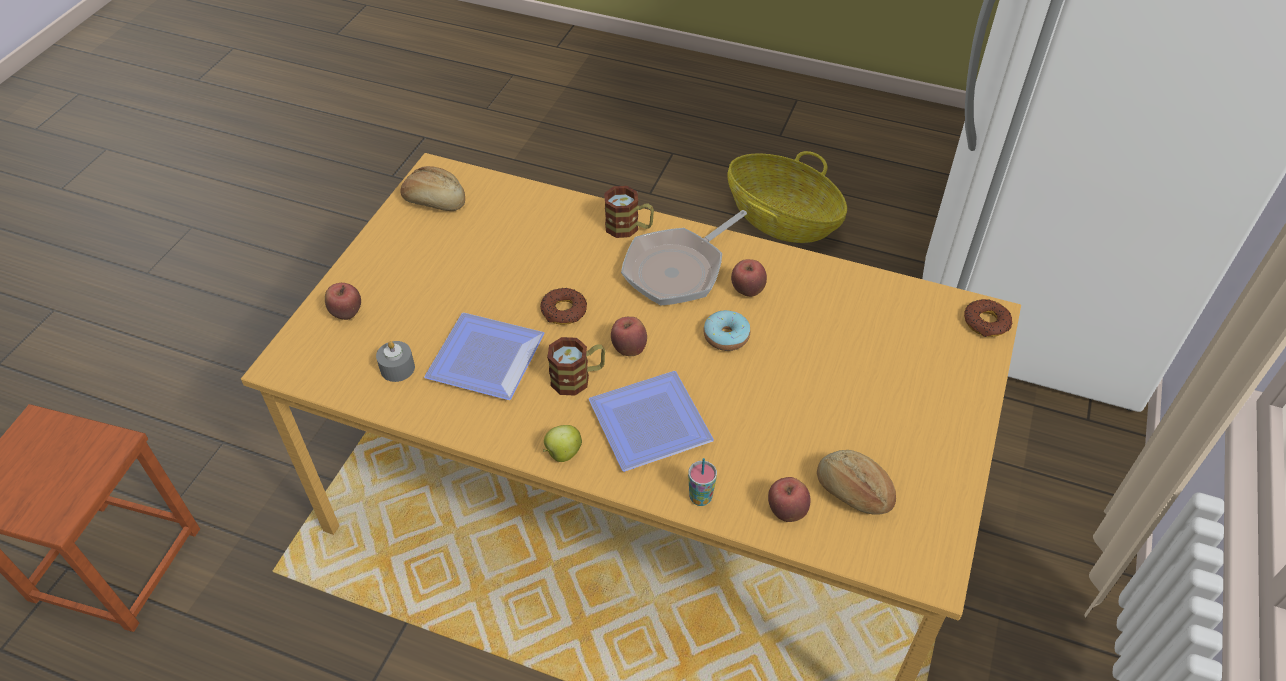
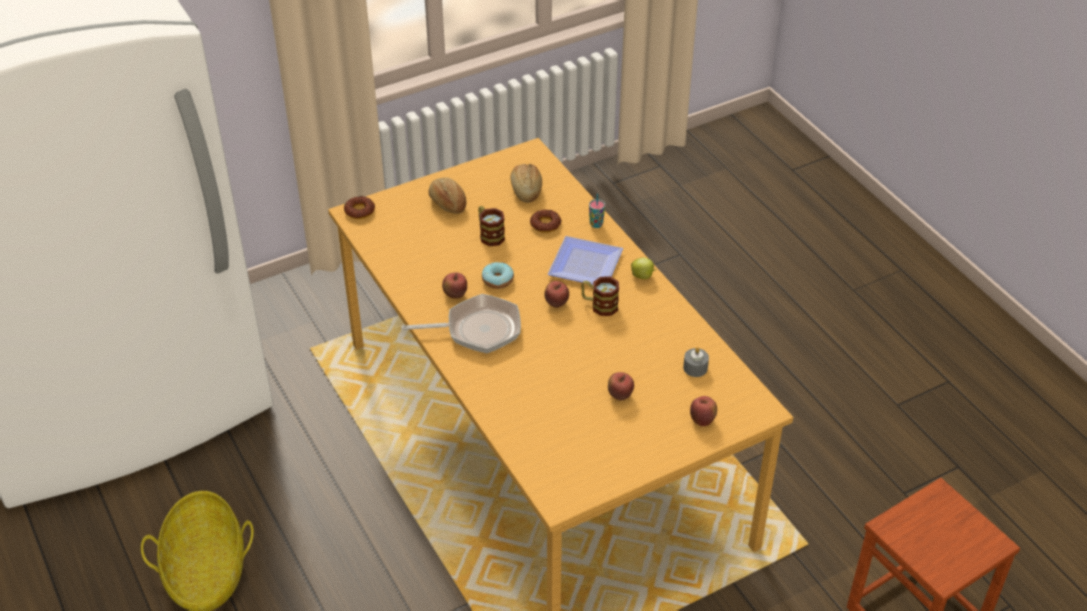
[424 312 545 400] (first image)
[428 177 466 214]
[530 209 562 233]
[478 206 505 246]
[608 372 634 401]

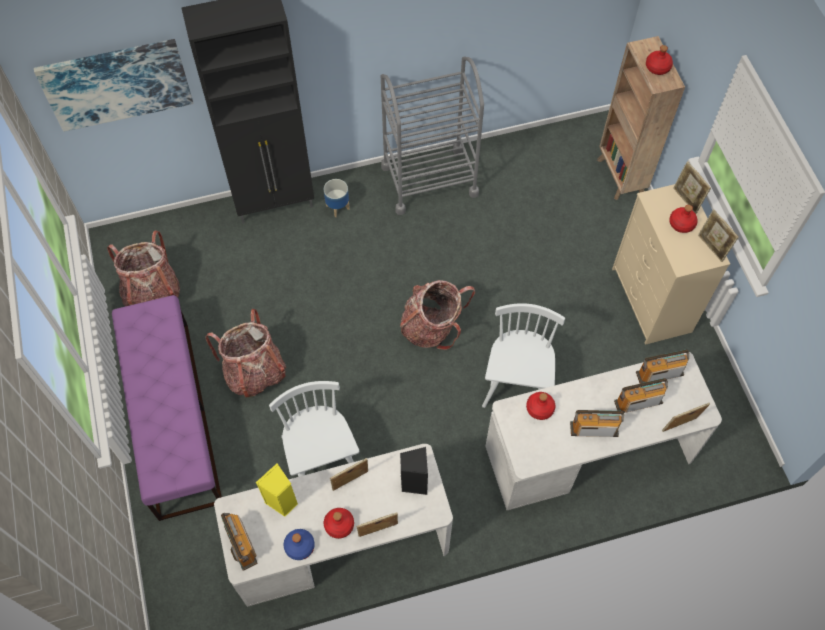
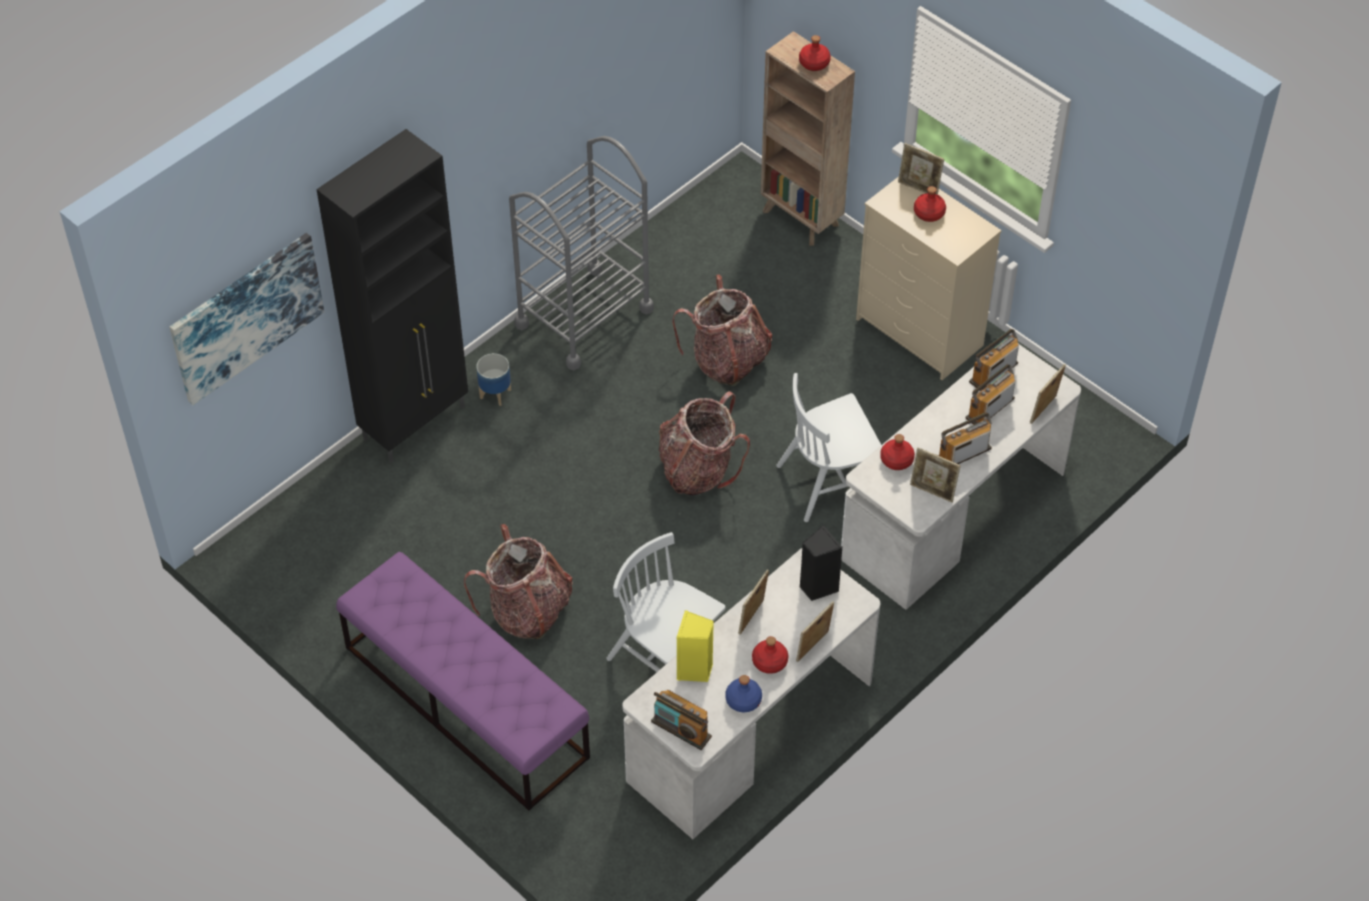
[672 274 772 386]
[910 447 961 502]
[776 373 881 522]

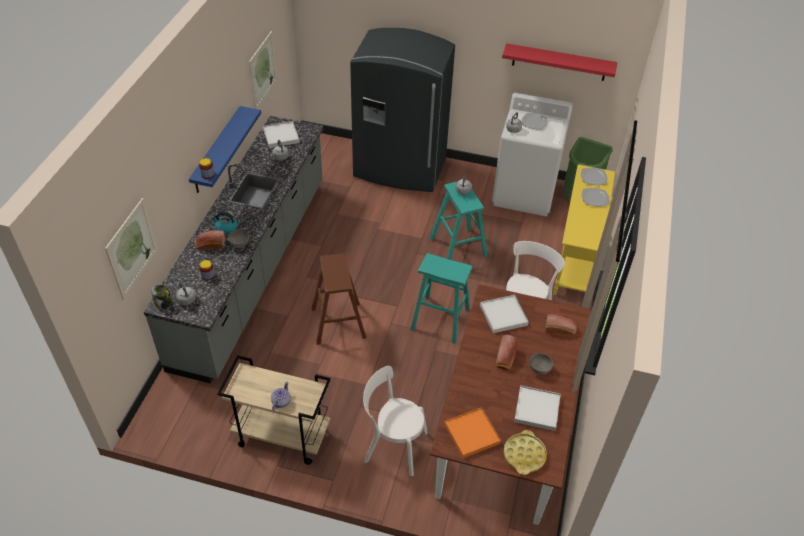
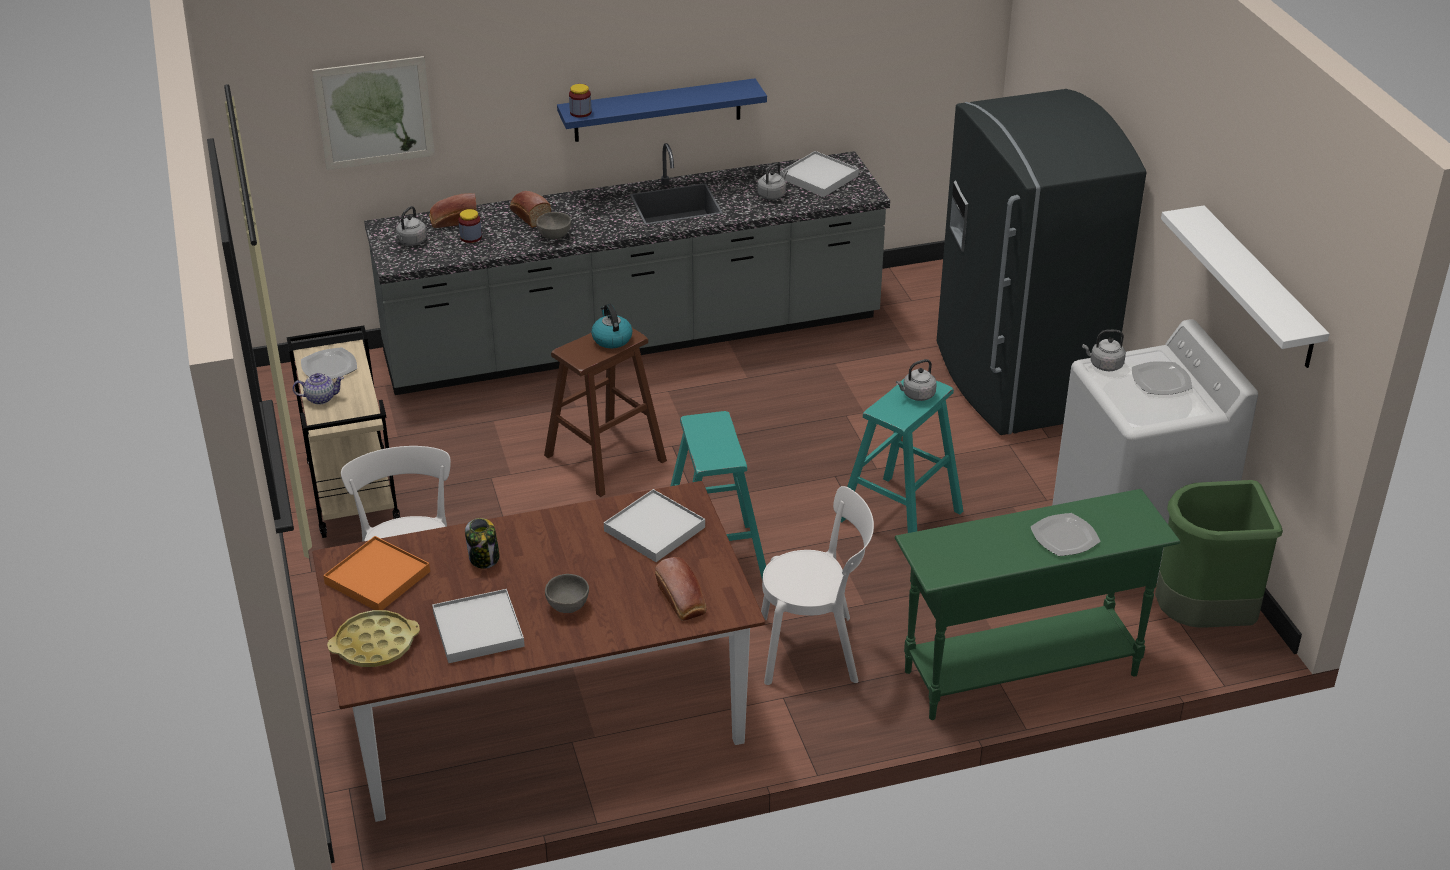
[249 31 277 109] (first image)
[465 518 499 569]
[591 304 633 348]
[429 193 477 228]
[301 347 357 379]
[1161 205 1330 368]
[895 489 1180 720]

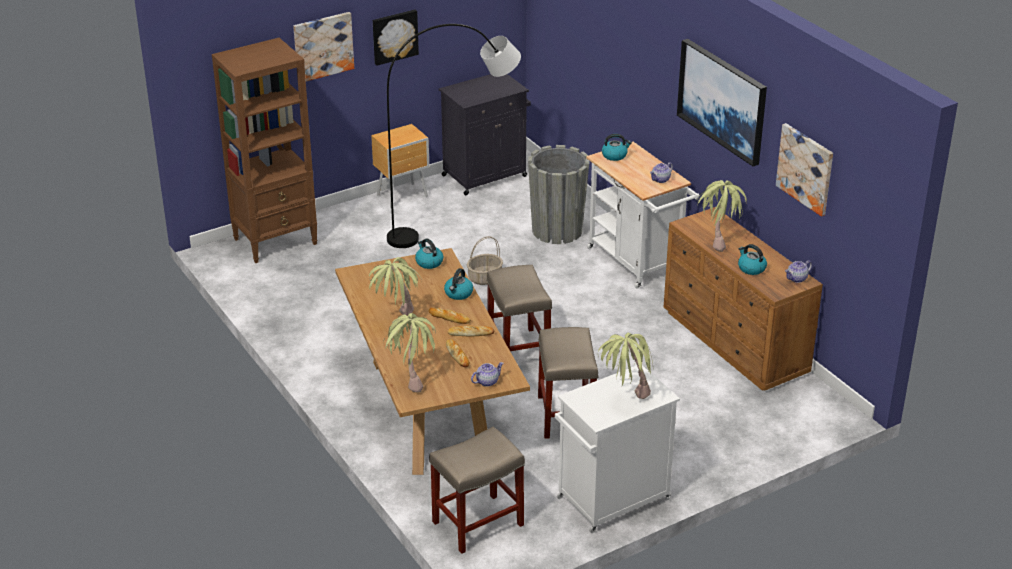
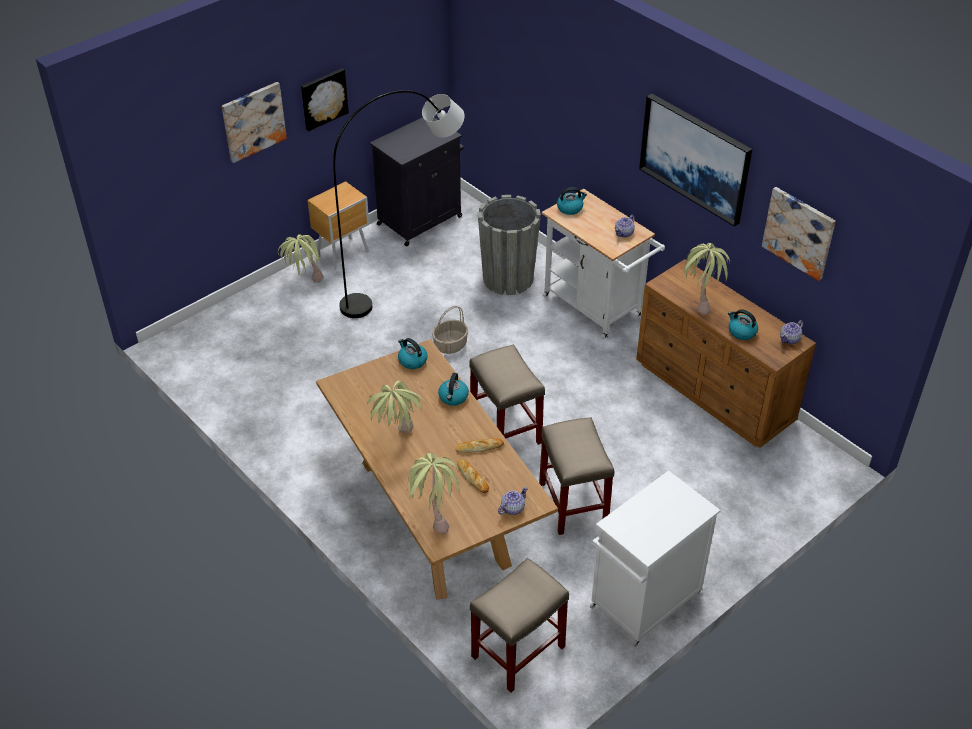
[212 38 318 263] (first image)
[429 308 471 324] (first image)
[278 234 324 283]

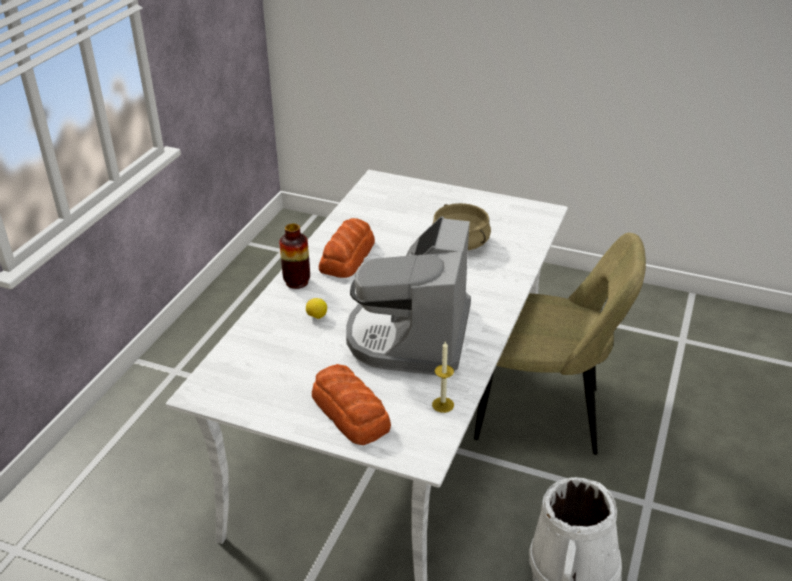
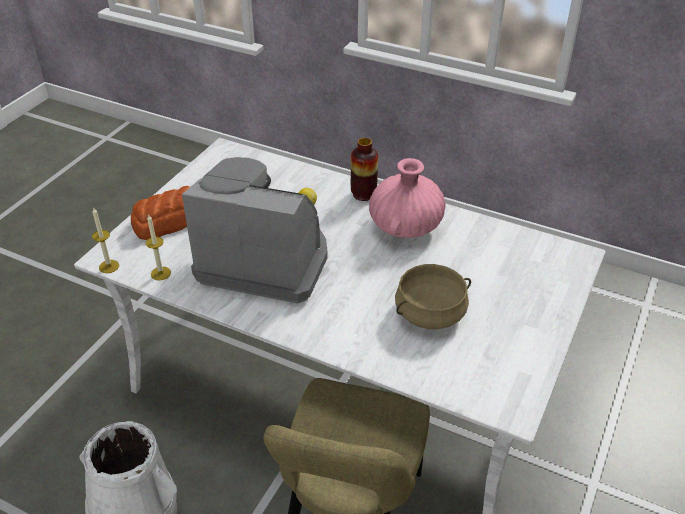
[92 207 119 273]
[369 158 445 238]

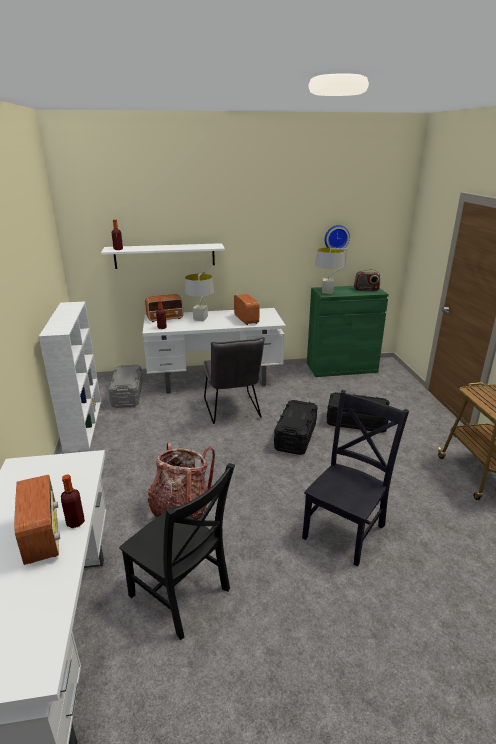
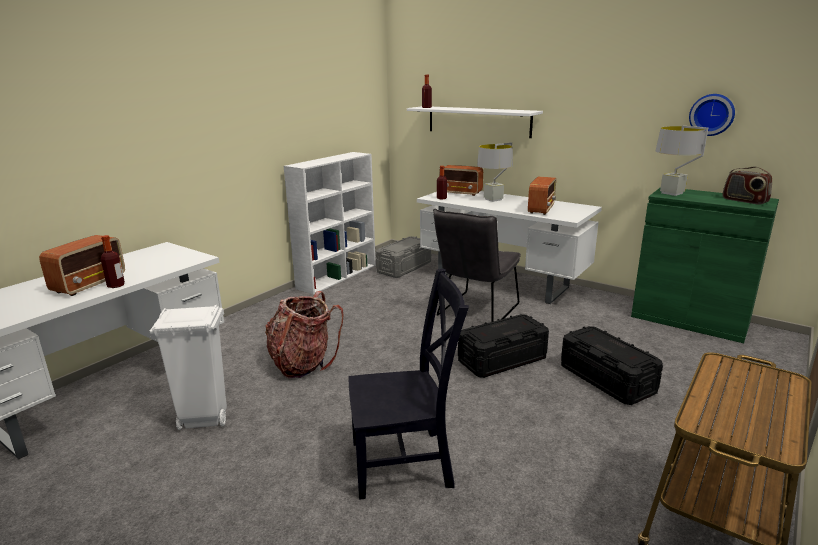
[150 305 227 430]

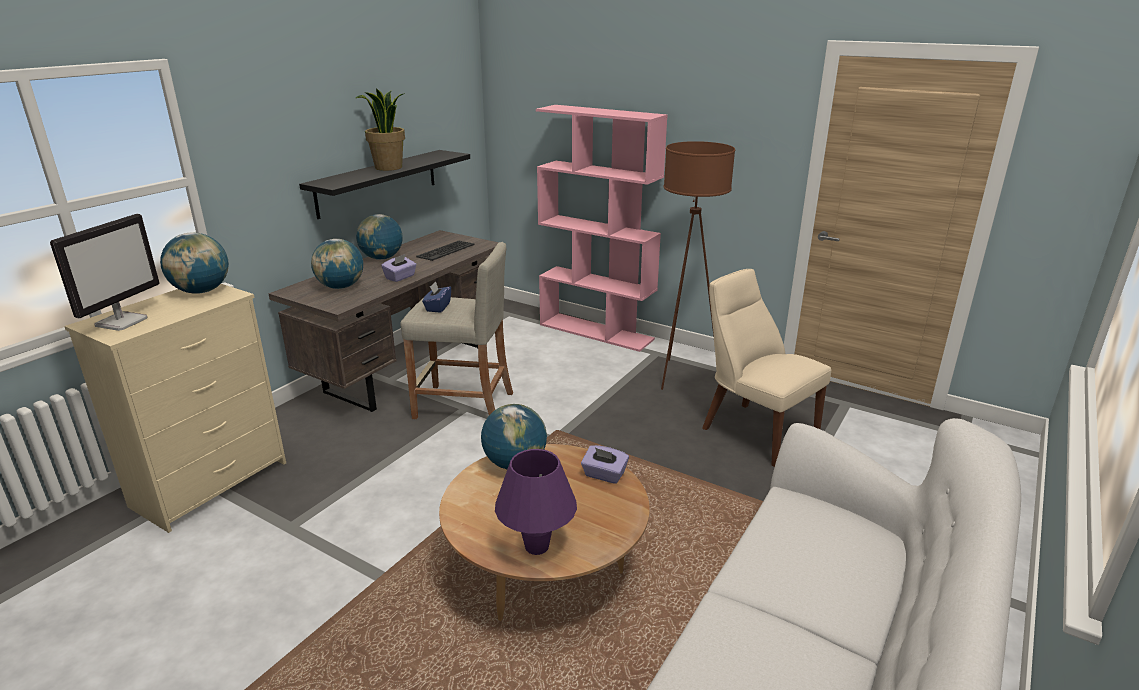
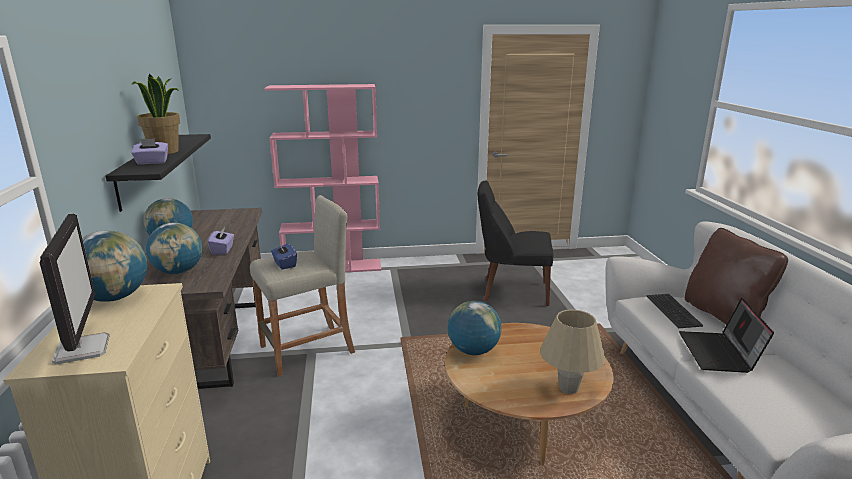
[661 141 735 390] (first image)
[679 298 774 373]
[685 228 788 325]
[646 294 703 328]
[131 138 168 164]
[540 309 606 394]
[478 180 554 306]

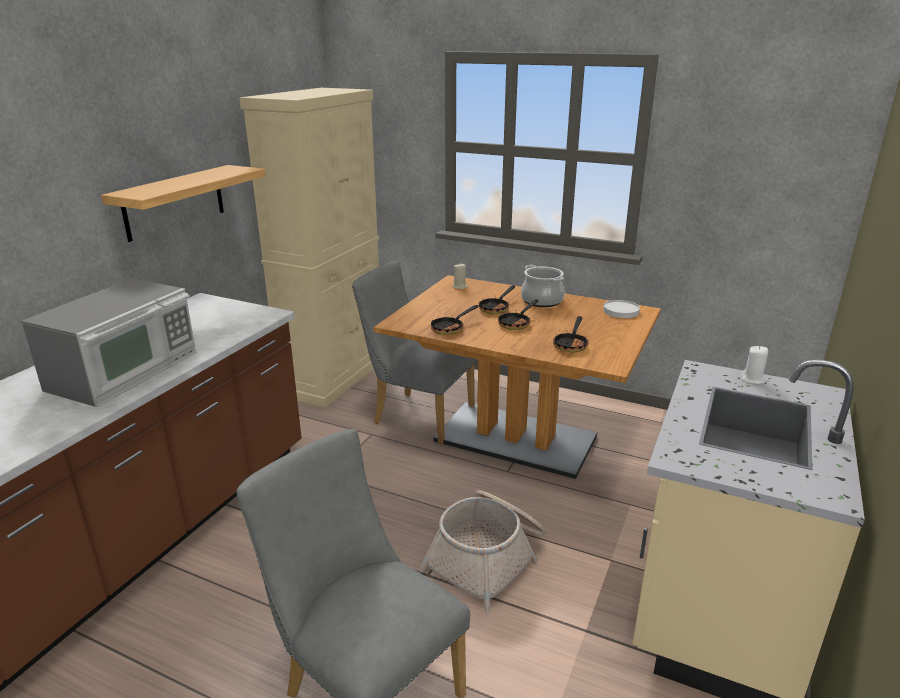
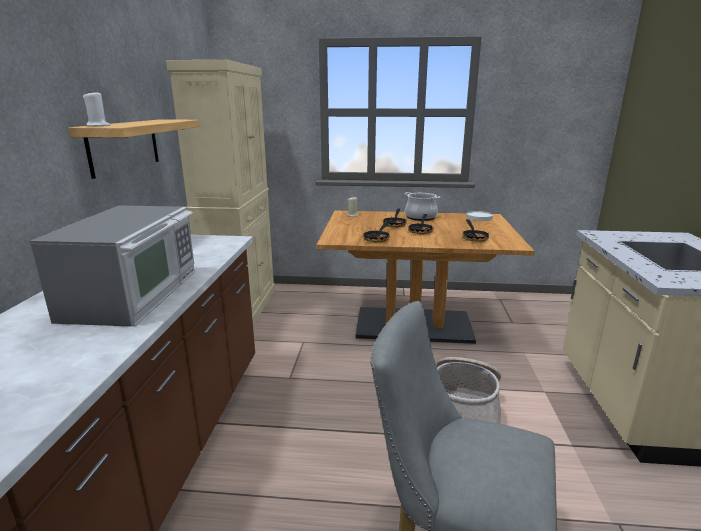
[352 261 477 444] (first image)
[83 92 110 126]

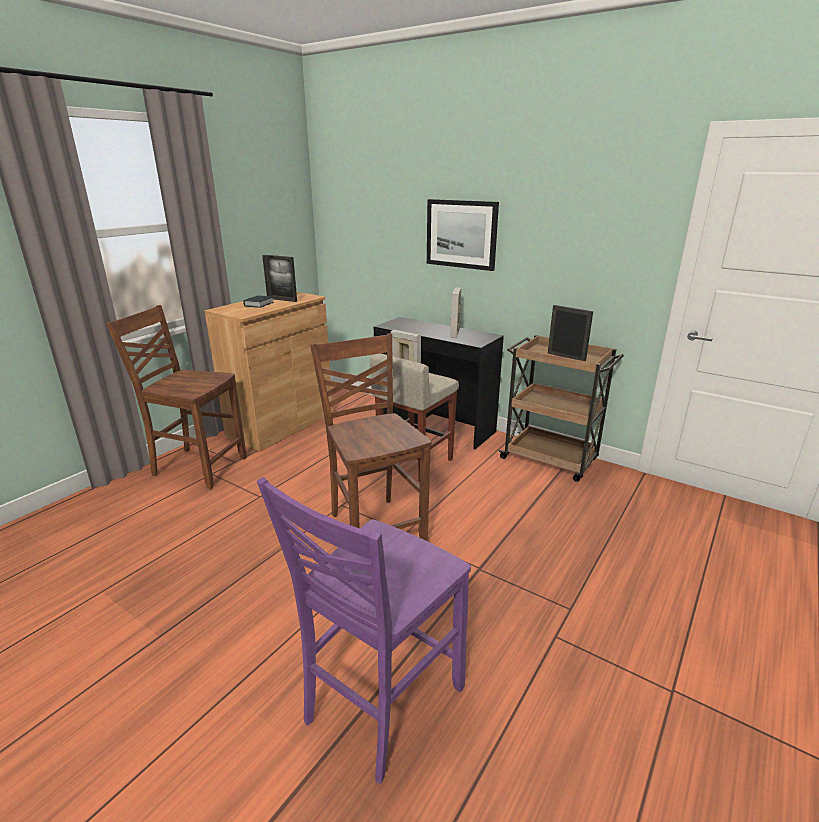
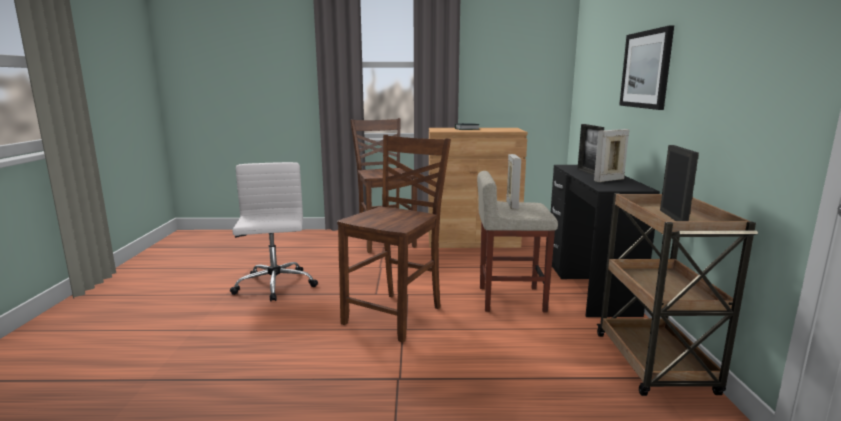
[257 477 471 784] (first image)
[230 162 318 301]
[577 124 604 175]

